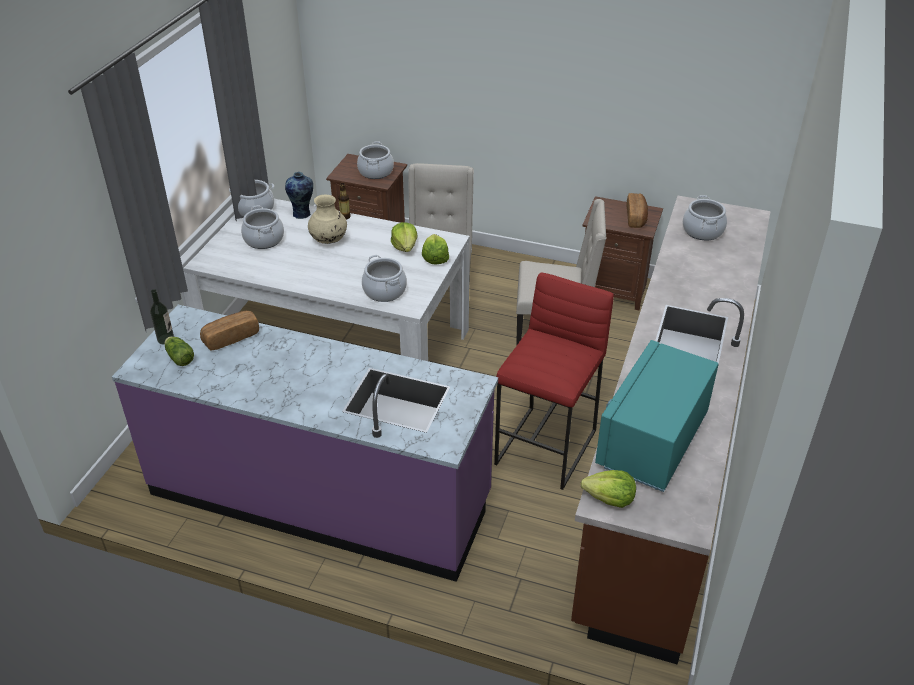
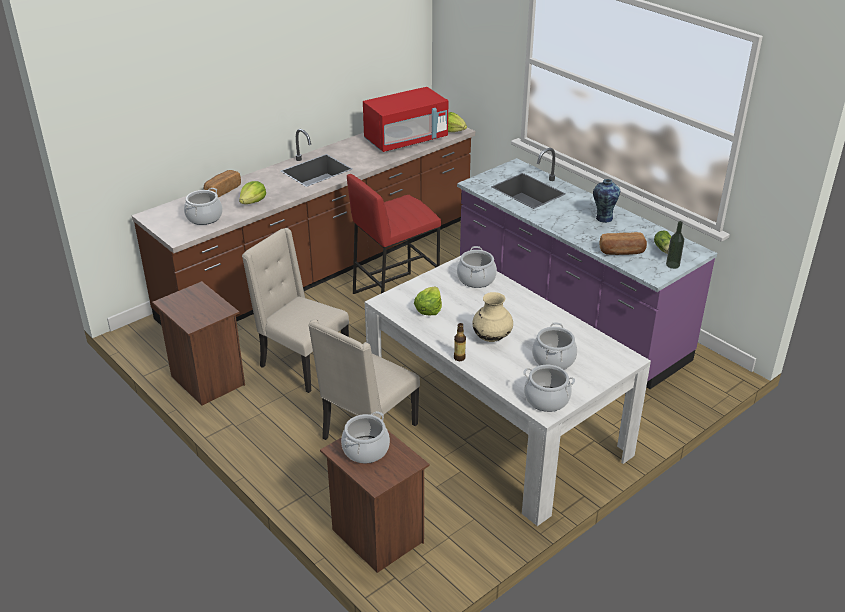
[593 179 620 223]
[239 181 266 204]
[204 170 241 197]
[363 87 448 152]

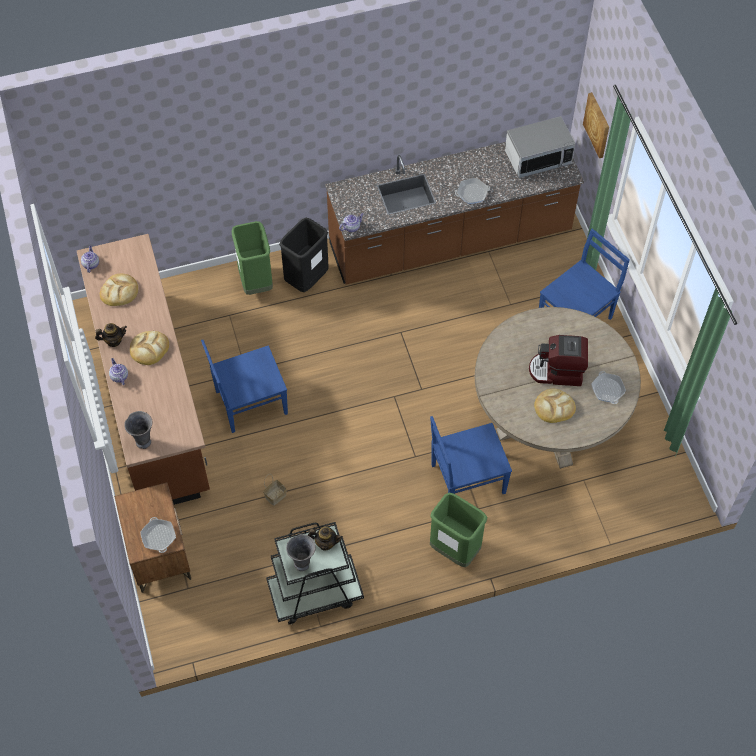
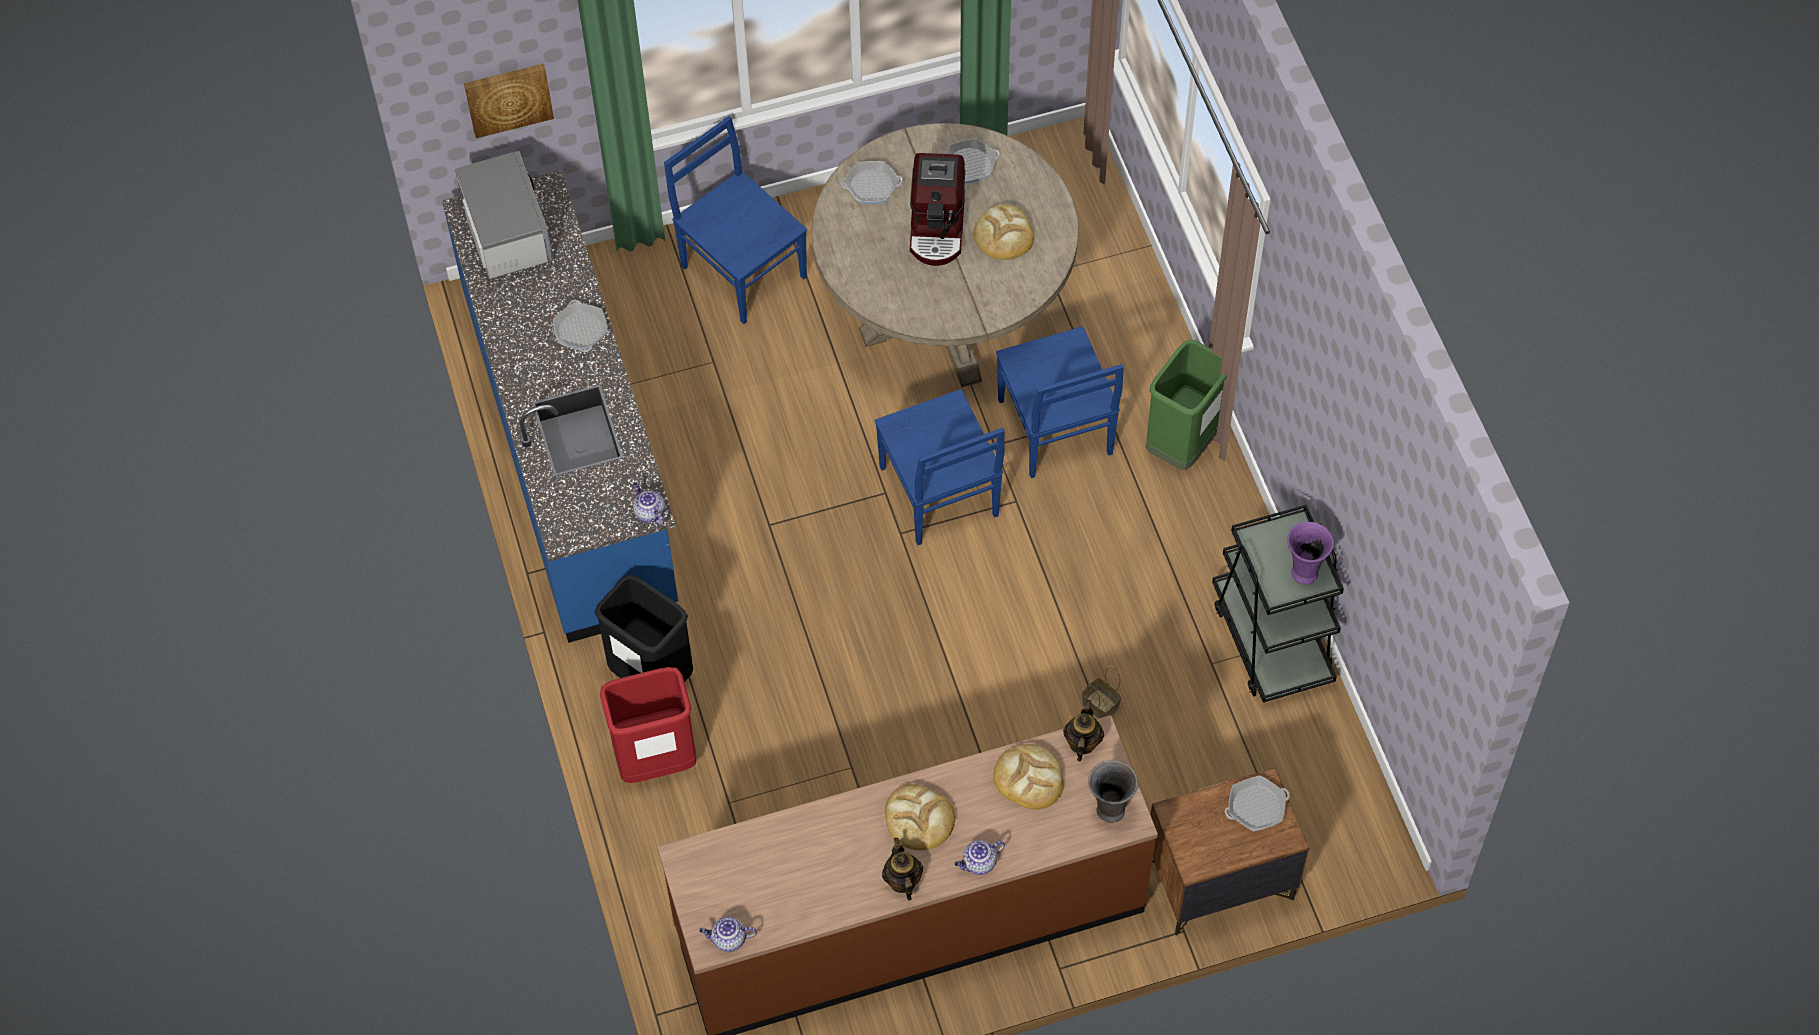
[840 161 903 204]
[993 744 1064 810]
[875 389 1005 545]
[1063 700 1104 761]
[600 667 697 783]
[1287 522 1334 585]
[442 170 678 643]

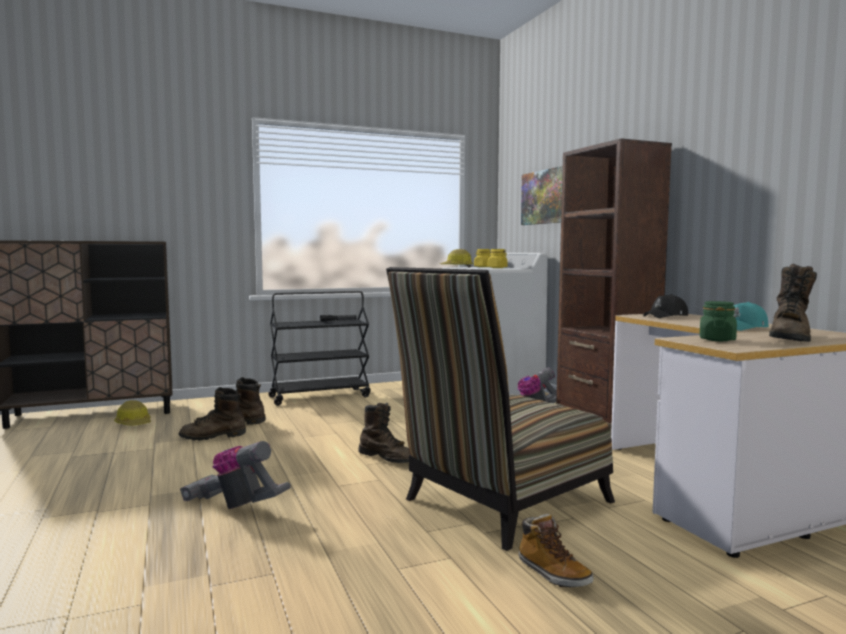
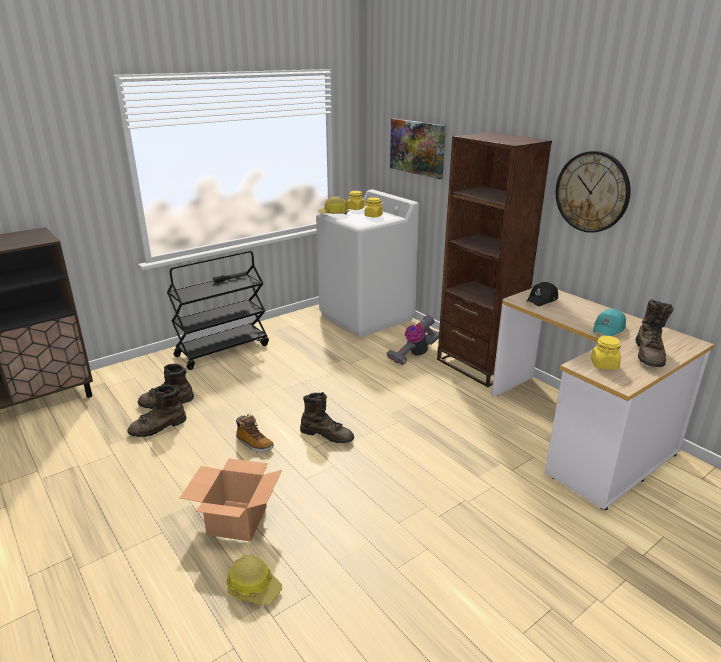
[386 267 615 551] (first image)
[556 151 631 233]
[227 555 283 606]
[236 414 274 452]
[180 458 282 541]
[591 336 621 370]

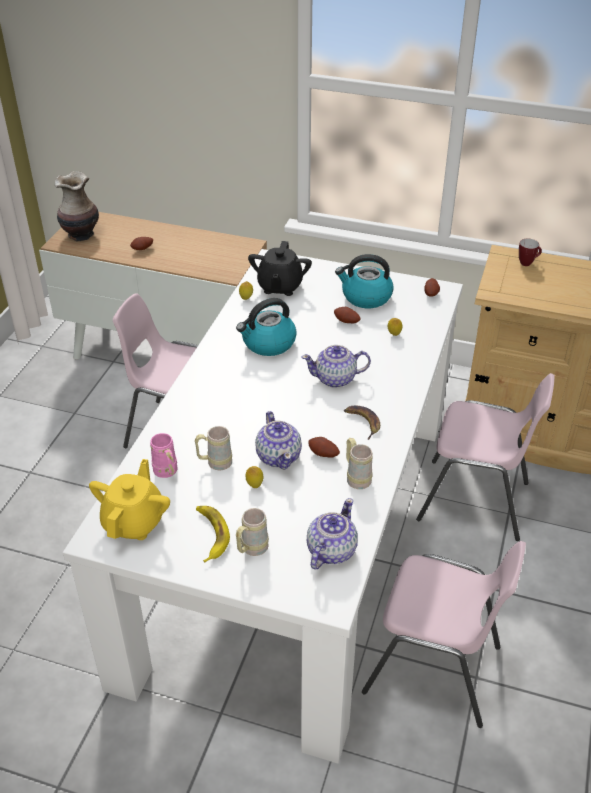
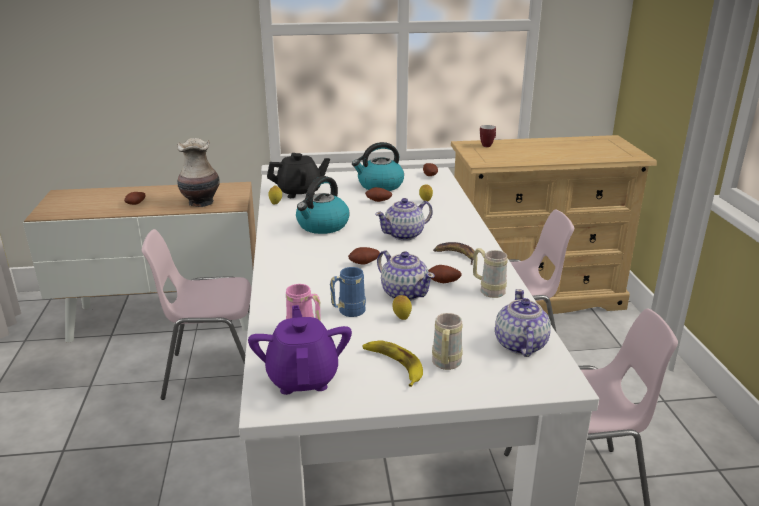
[348 247 380 264]
[177 138 220 207]
[248 305 352 395]
[330 267 366 317]
[267 153 330 198]

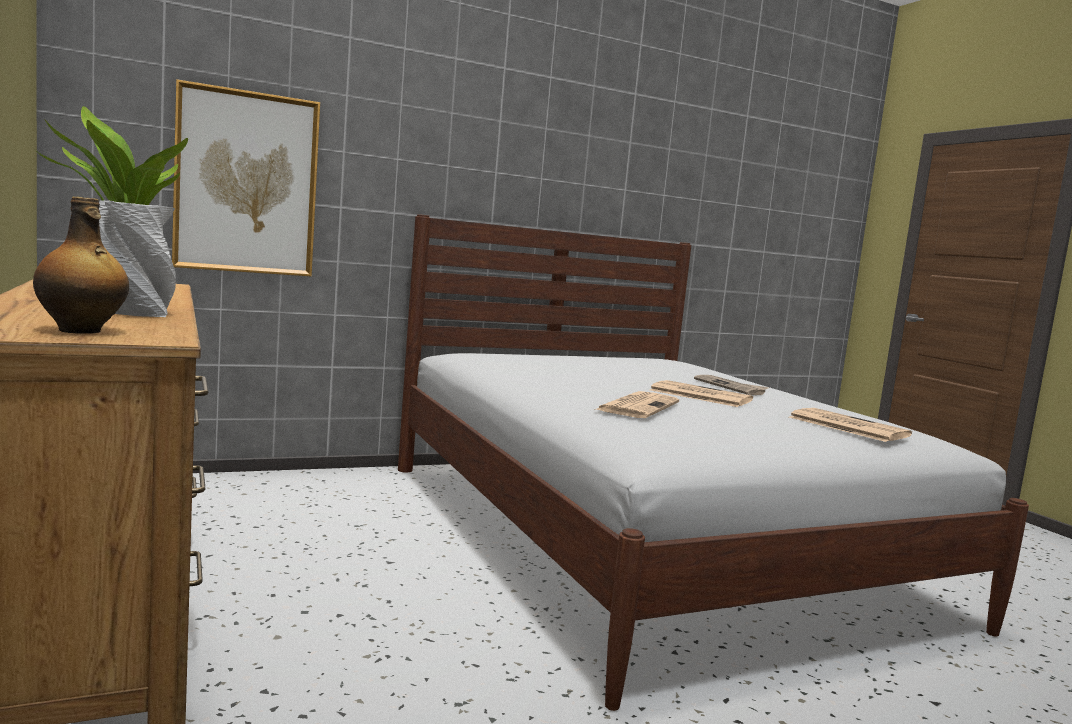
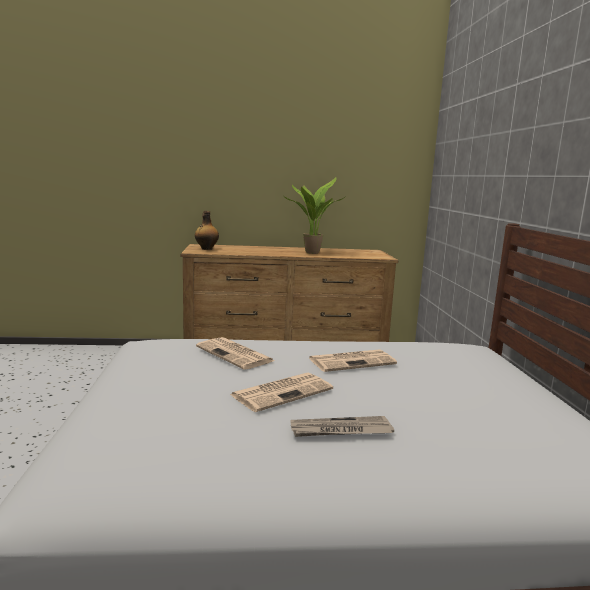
[99 201 176 317] (first image)
[172 79 320 276] (first image)
[309 349 397 372]

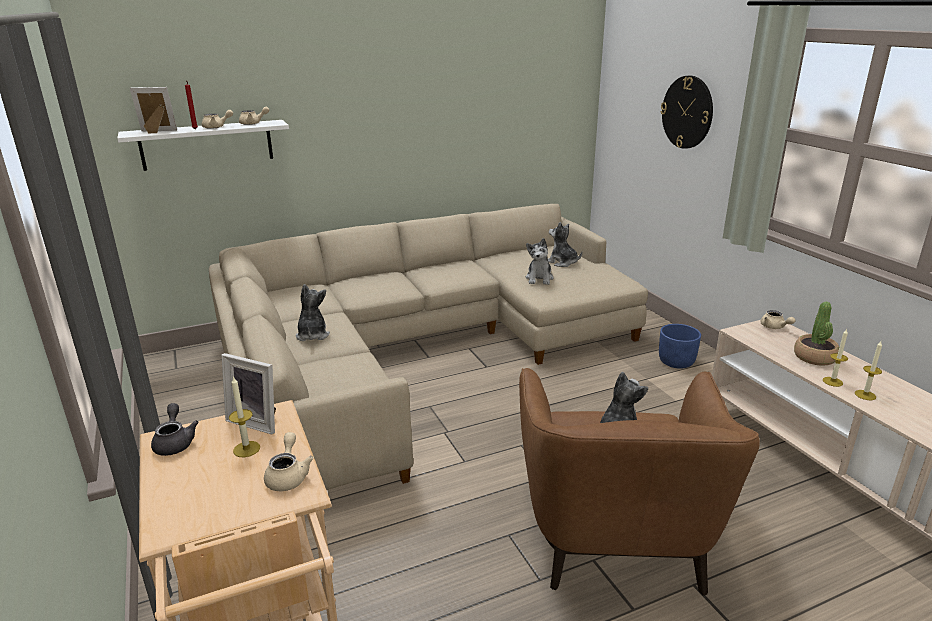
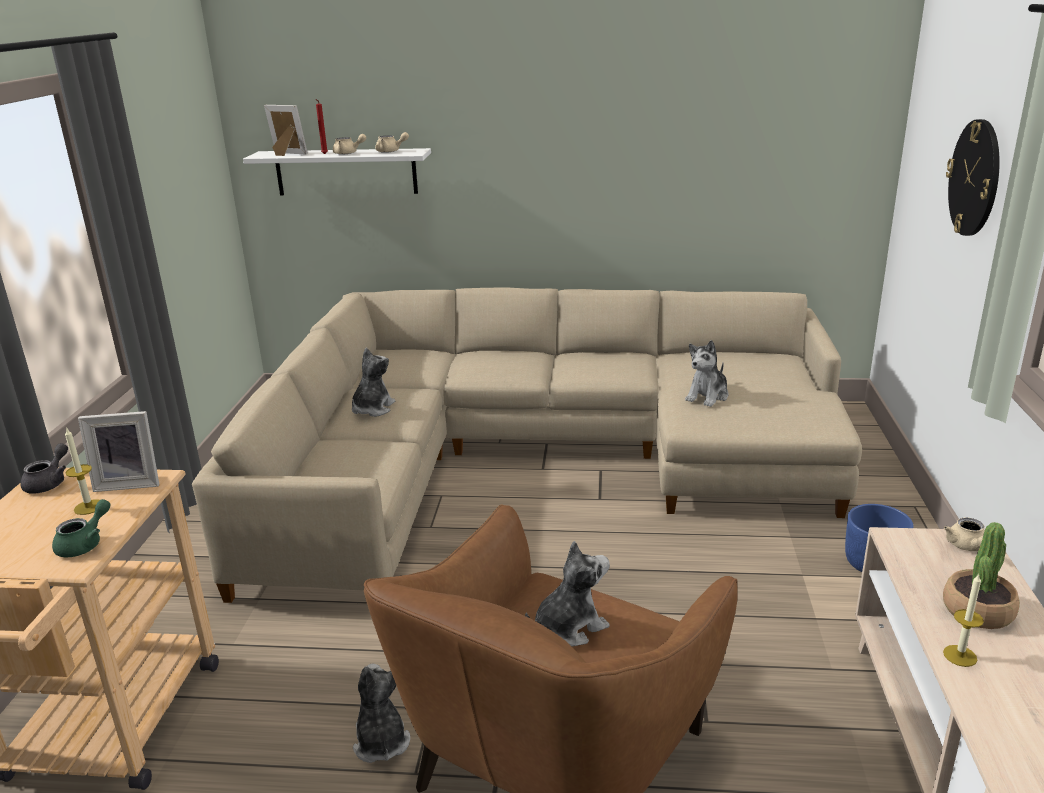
[855 341 882 400] (first image)
[353 664 410 763]
[52 499 111 558]
[78 411 159 492]

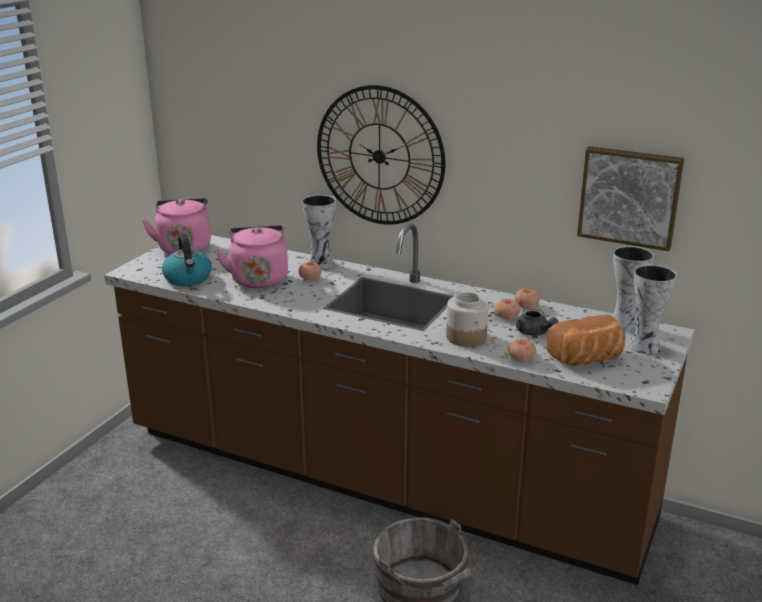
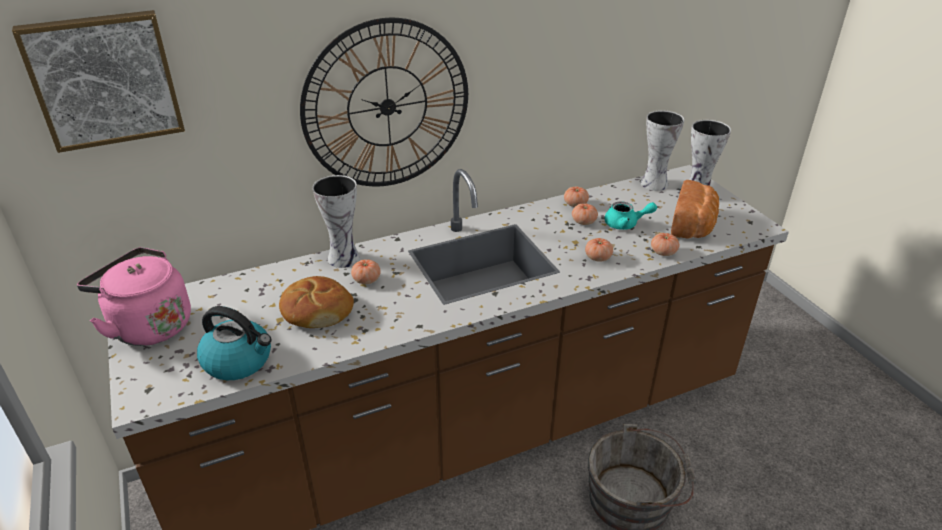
[12 10 185 153]
[279 276 354 328]
[585 238 613 262]
[605 201 657 230]

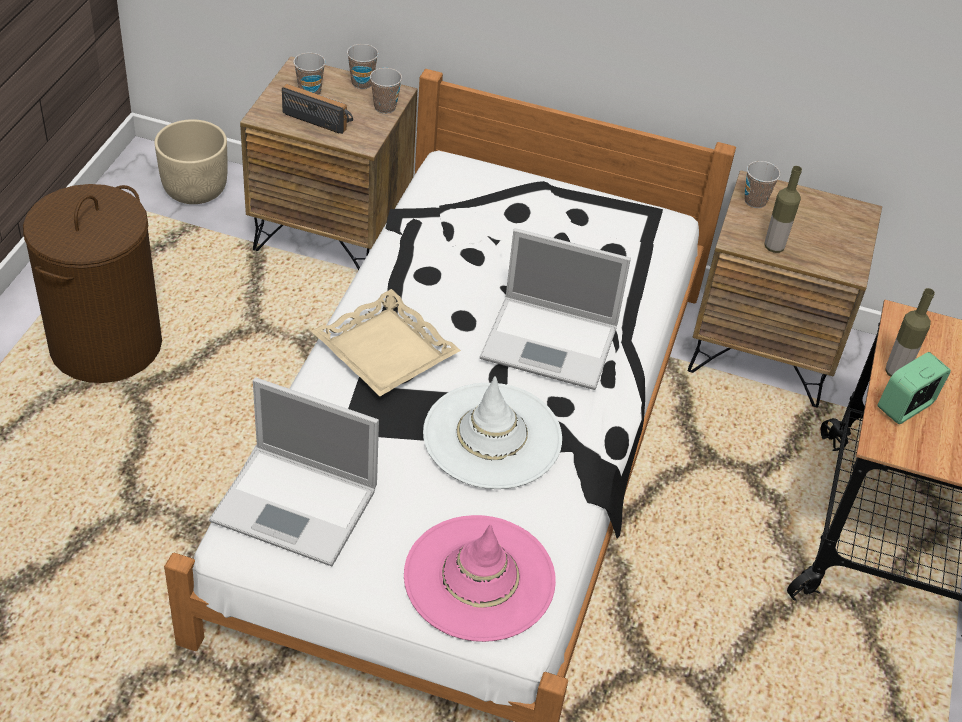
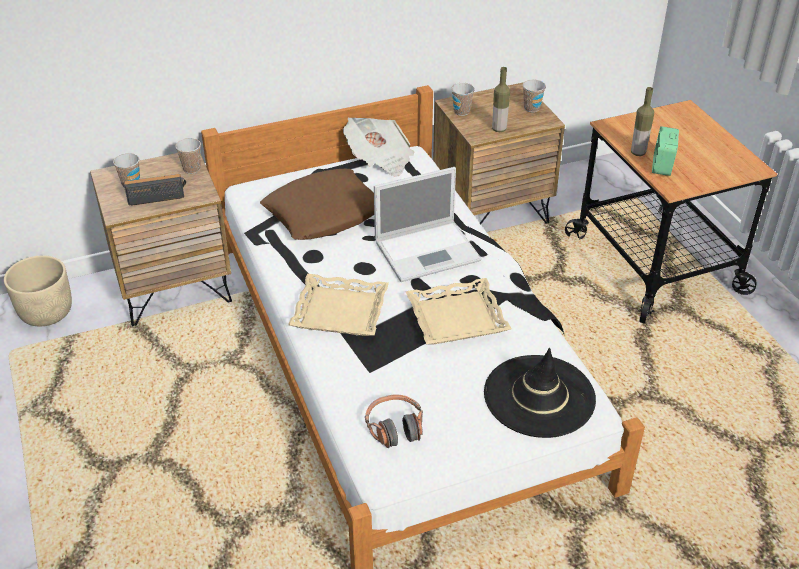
[23 184 162 383] (first image)
[260 169 374 240]
[343 118 415 176]
[523 79 546 112]
[365 395 423 448]
[405 278 511 345]
[484 348 596 438]

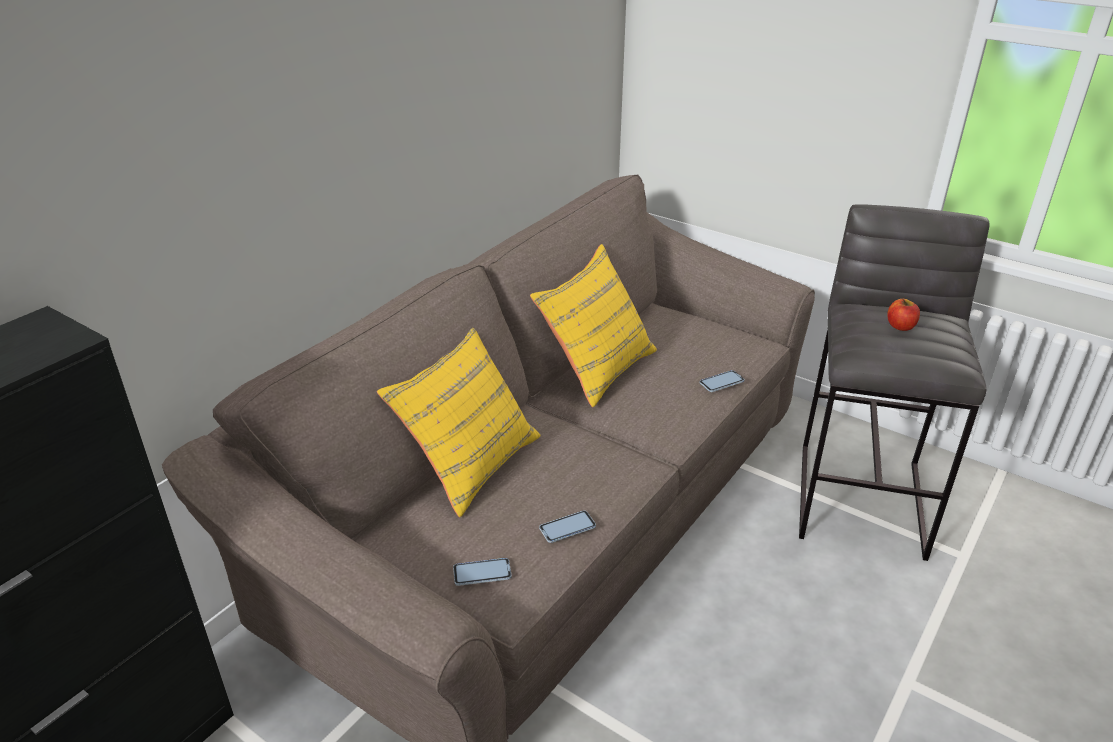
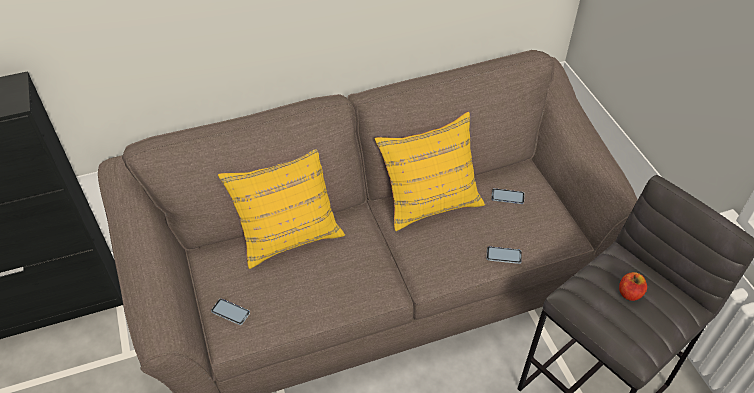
[491 188 525 204]

